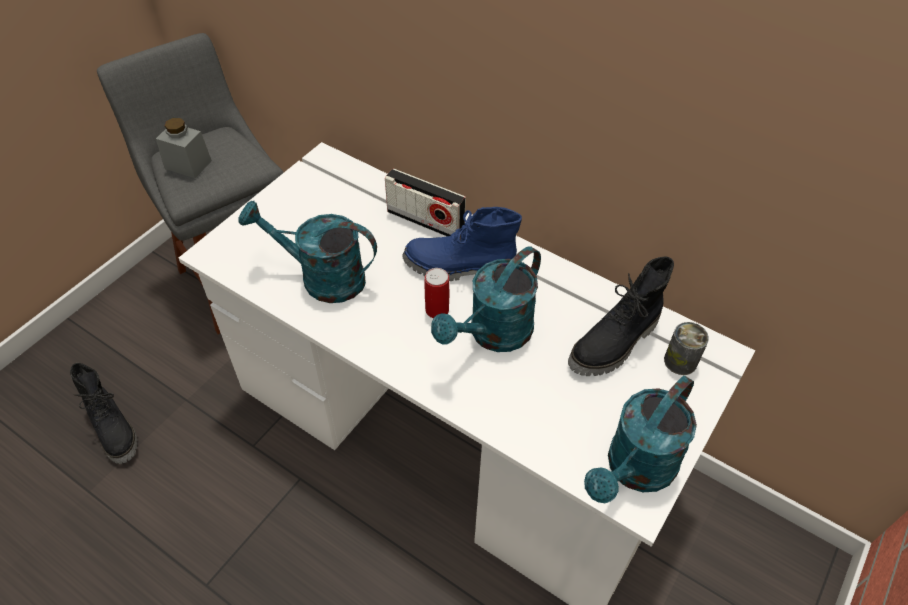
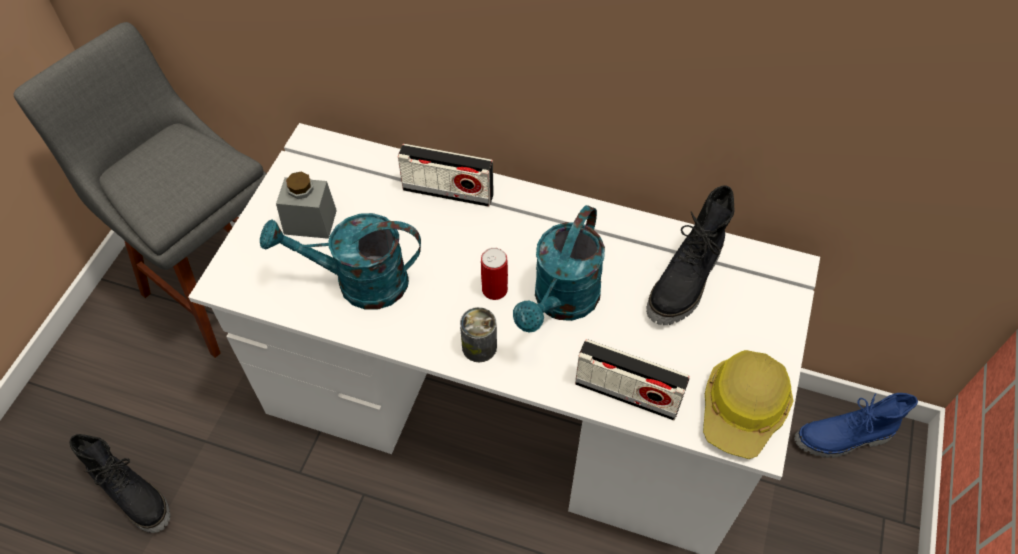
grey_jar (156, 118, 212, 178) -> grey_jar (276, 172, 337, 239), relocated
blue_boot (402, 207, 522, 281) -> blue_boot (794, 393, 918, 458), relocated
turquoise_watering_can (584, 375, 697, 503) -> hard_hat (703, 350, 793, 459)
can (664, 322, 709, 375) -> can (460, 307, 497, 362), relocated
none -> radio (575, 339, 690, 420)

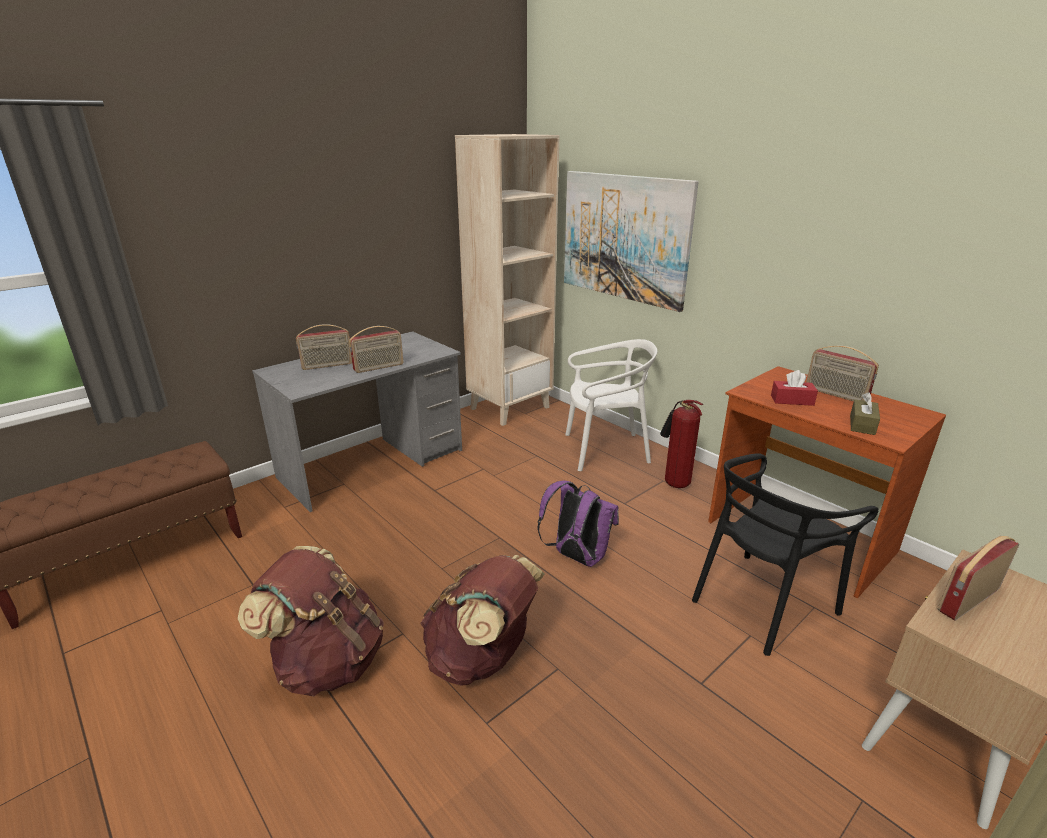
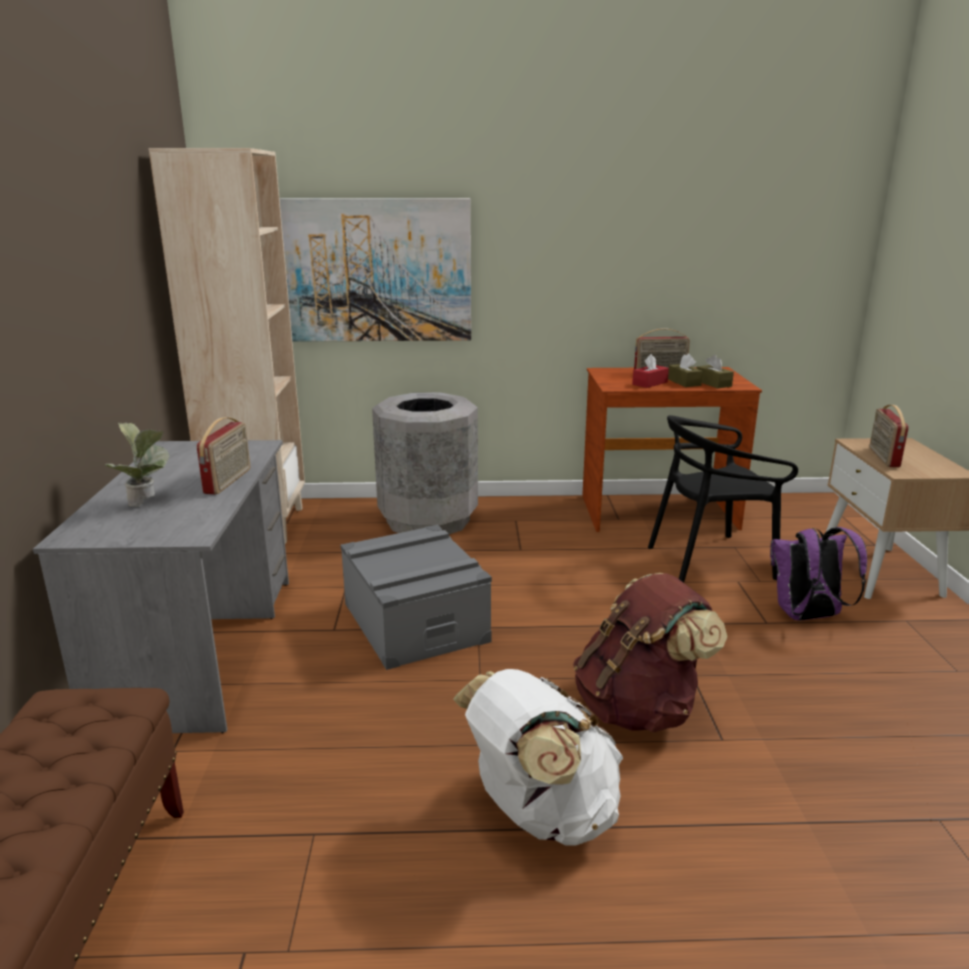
brown_backpack (238, 546, 384, 697) -> white_backpack (453, 669, 623, 846)
radio (296, 324, 352, 370) -> potted_plant (105, 422, 169, 507)
purple_backpack (537, 480, 619, 567) -> purple_backpack (770, 527, 867, 621), relocated
white_chair (565, 339, 657, 471) -> grey_trash_can (372, 393, 478, 534)
fire_extinguisher (660, 400, 703, 488) -> none
black_chair (692, 453, 879, 656) -> black_chair (648, 415, 798, 583), 75 degrees clockwise
none -> grey_storage_box (340, 525, 492, 670)
none -> brown_tissue_box (668, 354, 703, 387)

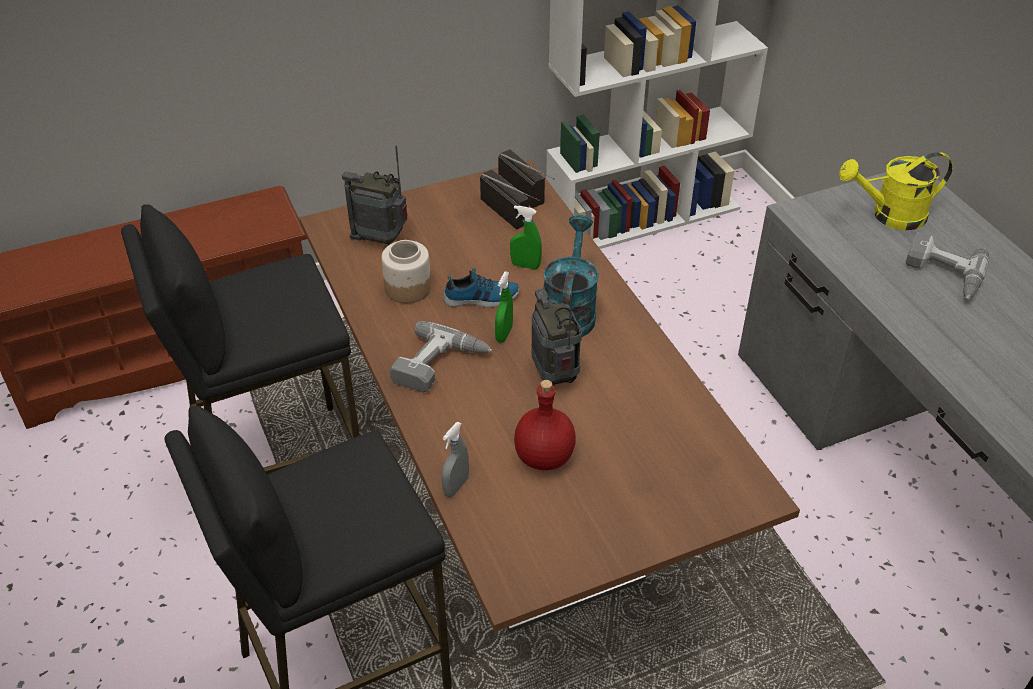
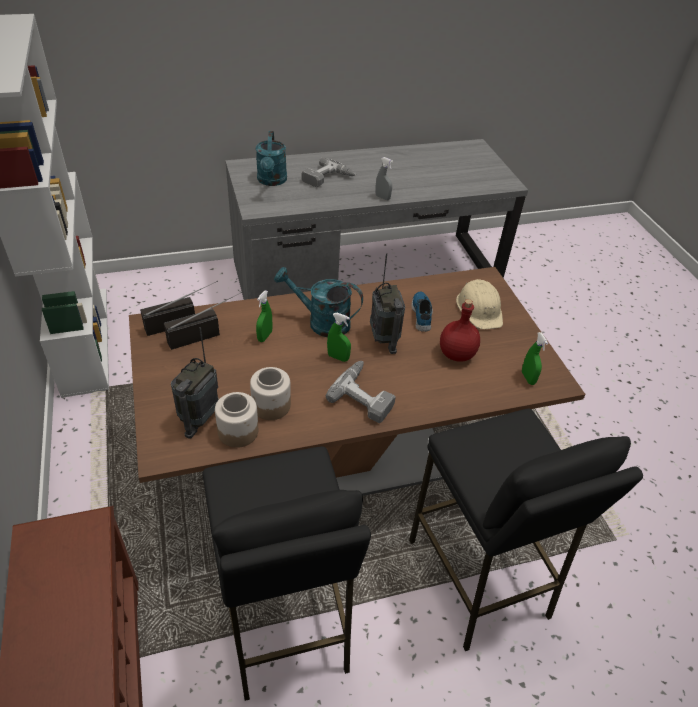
grey_spray_bottle (441, 422, 469, 497) -> grey_spray_bottle (376, 157, 393, 200), relocated
shoe (443, 268, 519, 308) -> shoe (412, 292, 433, 332), relocated
radio (531, 289, 582, 385) -> radio (370, 253, 405, 354), 90 degrees counterclockwise
yellow_watering_can (839, 152, 953, 230) -> turquoise_watering_can (256, 131, 287, 186)
none -> jar (215, 392, 258, 448)
none -> beige_hard_hat (456, 279, 503, 329)
none -> green_spray_bottle (522, 332, 548, 385)

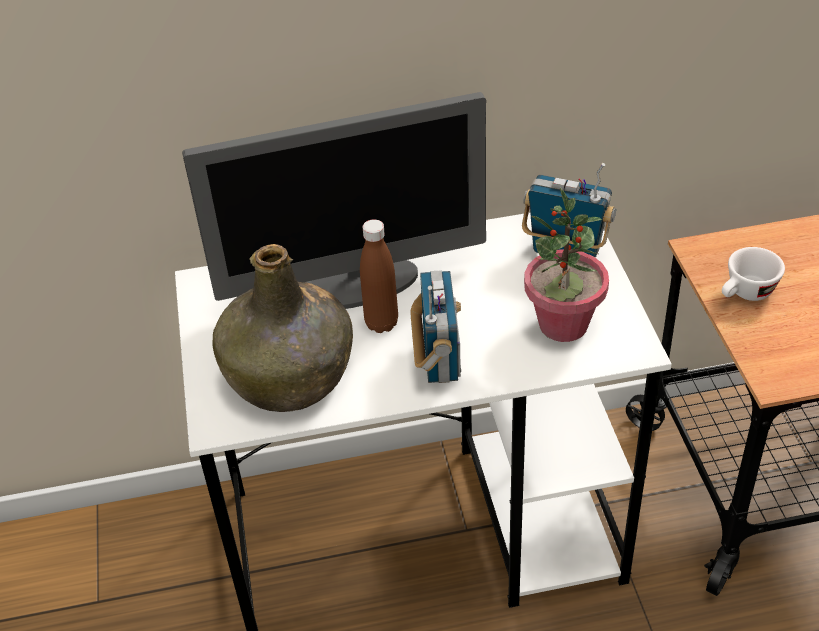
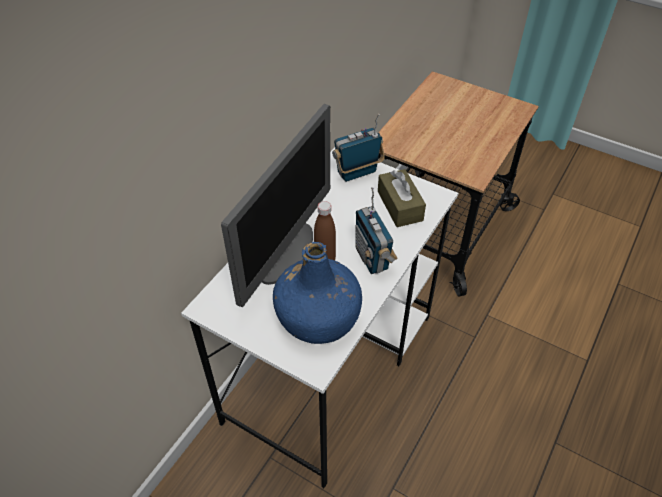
green_bottle (212, 244, 353, 412) -> blue_bottle (273, 242, 362, 344)
radio (410, 270, 461, 383) -> radio (356, 187, 397, 274), 150 degrees counterclockwise
potted_plant (524, 188, 609, 342) -> brown_tissue_box (378, 169, 426, 227)
white_cup (722, 247, 785, 301) -> none

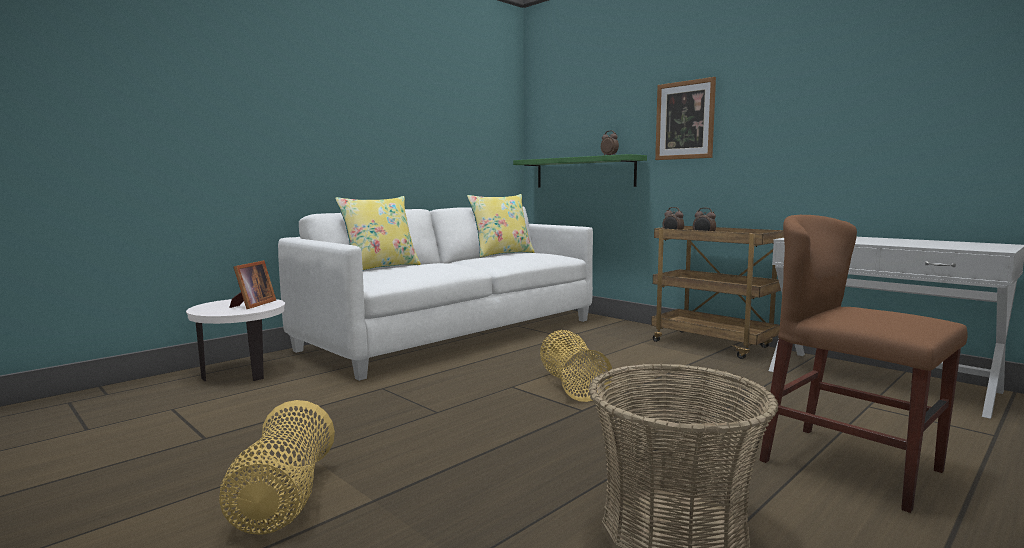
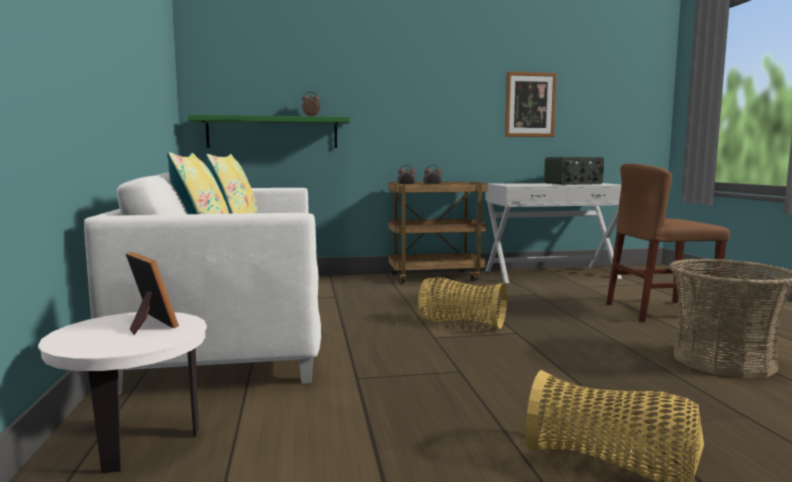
picture (655, 77, 716, 160) -> picture (505, 72, 557, 137), relocated
none -> radio (544, 157, 604, 185)

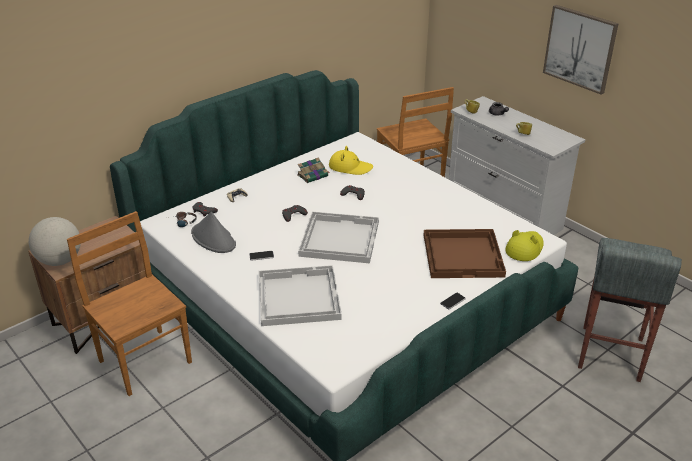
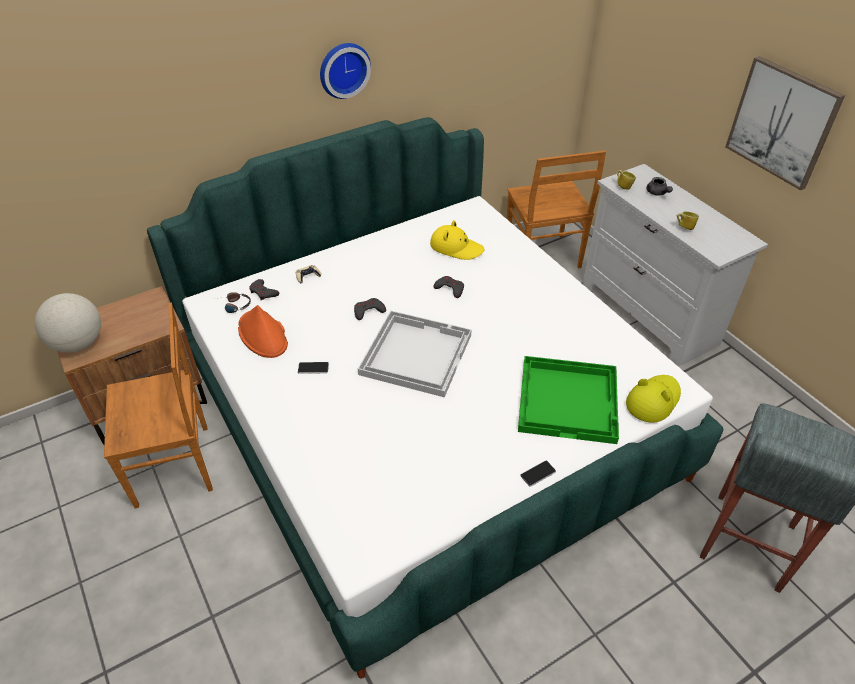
brown_chair (67, 211, 192, 396) -> brown_chair (104, 303, 213, 508), 105 degrees clockwise
grey_hat (191, 212, 236, 253) -> orange_hat (238, 305, 288, 358)
white_tray (258, 265, 341, 326) -> none
book (297, 157, 330, 183) -> none
brown_tray (424, 229, 506, 278) -> green_tray (518, 356, 619, 444)
none -> wall_clock (320, 43, 371, 99)

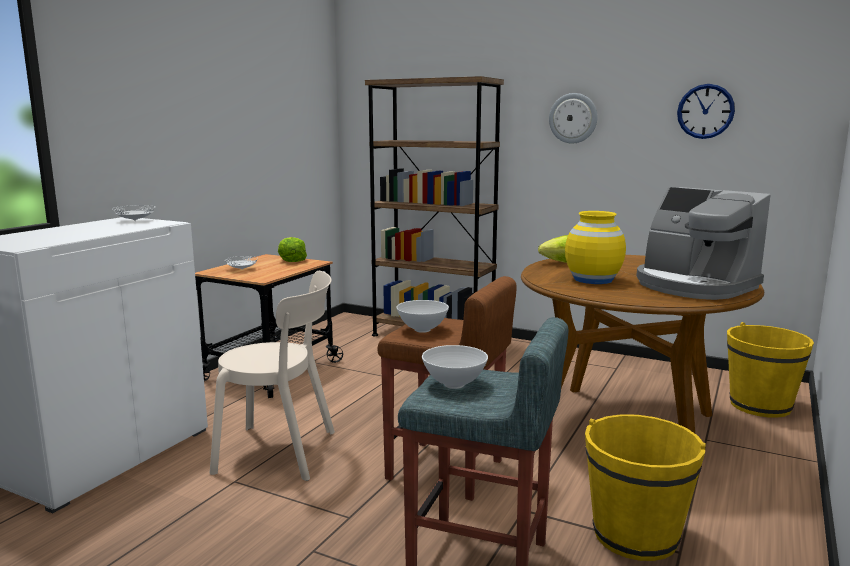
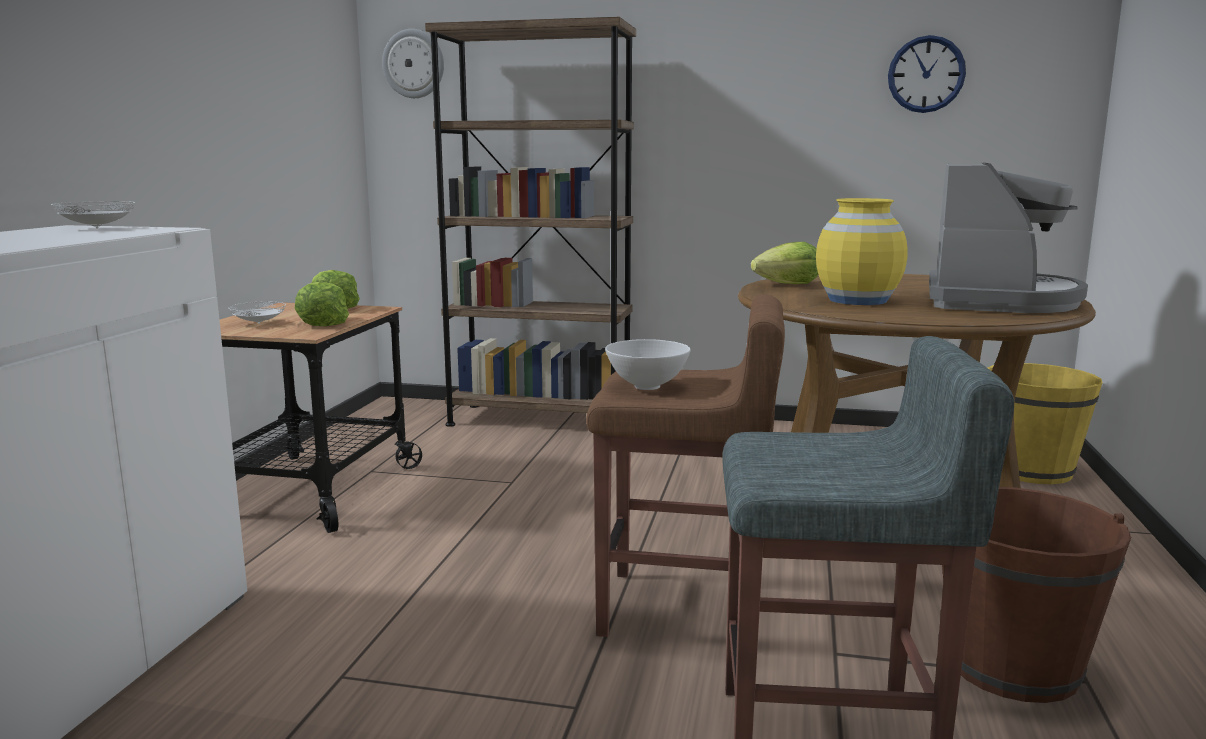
beige_chair (210, 271, 335, 481) -> none
white_bowl (422, 345, 488, 389) -> none
wall_clock (549, 93, 598, 144) -> wall_clock (382, 29, 444, 98), relocated
yellow_bucket (585, 414, 705, 561) -> brown_bucket (942, 487, 1131, 703)
coffee_machine (636, 187, 770, 300) -> coffee_machine (929, 163, 1088, 313), 105 degrees counterclockwise
none -> lettuce (295, 282, 349, 326)

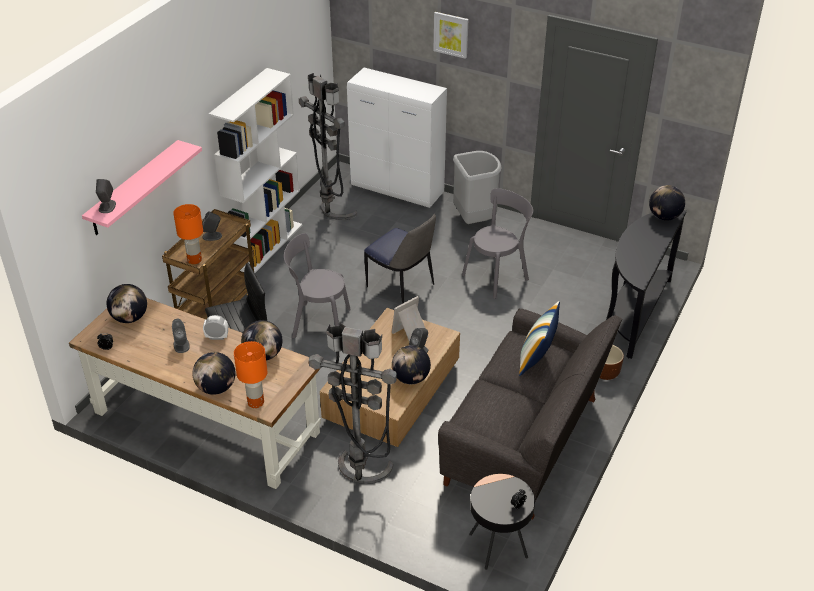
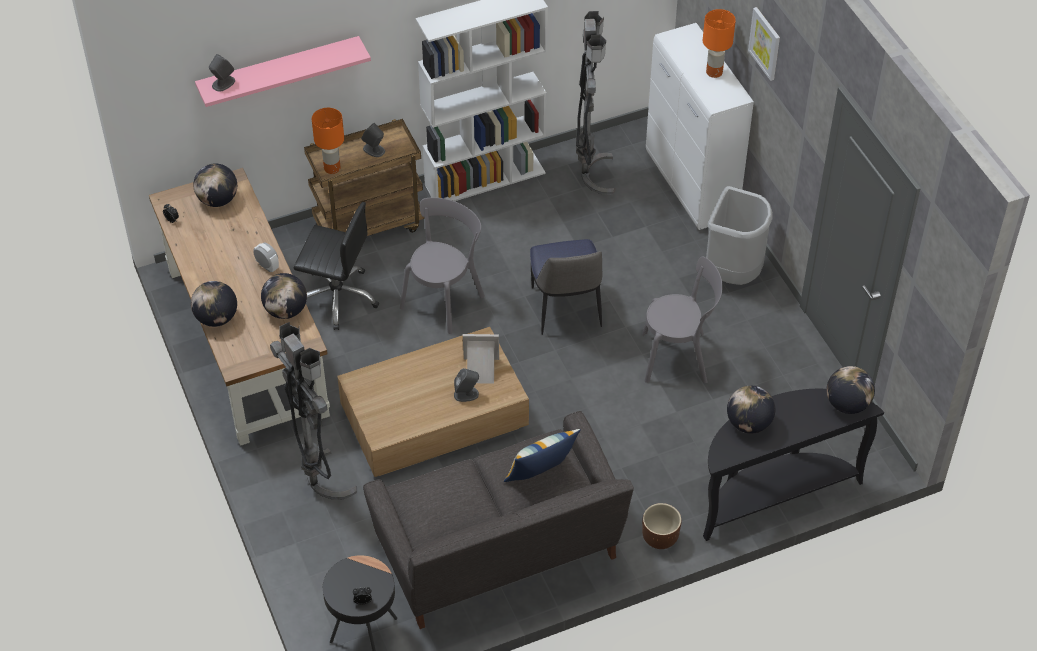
grey_speaker (172, 319, 190, 353) -> none
orange_table_lamp (234, 341, 268, 408) -> orange_table_lamp (703, 9, 736, 78), relocated
grey_chair (284, 233, 351, 338) -> grey_chair (400, 197, 485, 334), 75 degrees clockwise
globe (392, 345, 431, 384) -> globe (727, 385, 775, 434), relocated

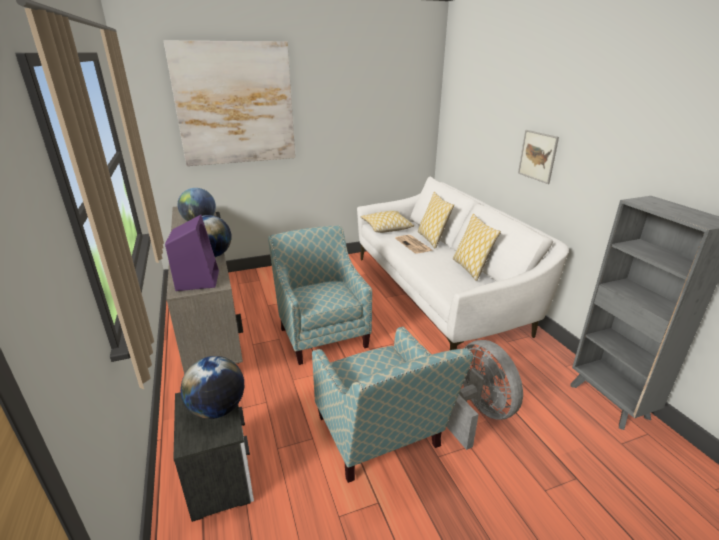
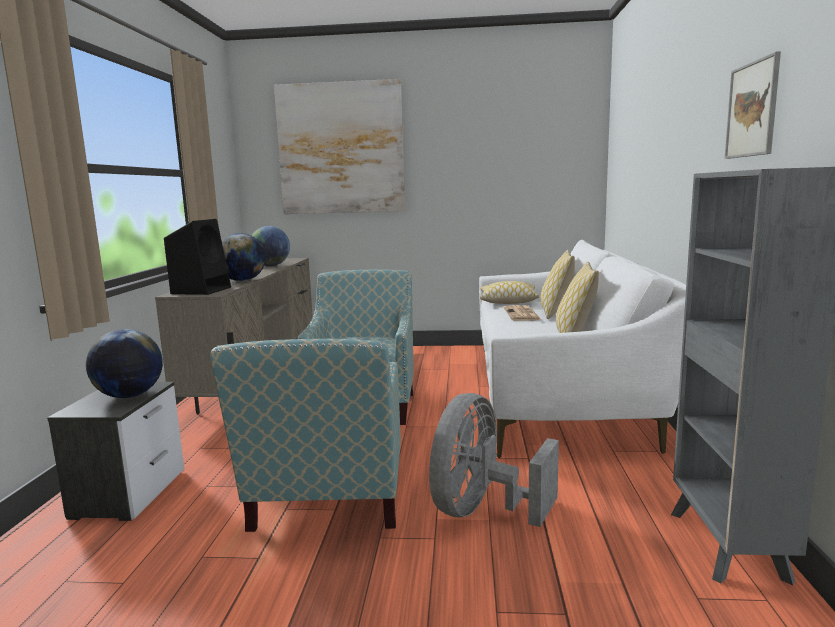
purple_speaker (165, 215, 219, 291) -> black_speaker (164, 219, 231, 295)
grey_fan (447, 340, 523, 450) -> grey_fan (429, 393, 559, 527), 150 degrees counterclockwise
picture (518, 130, 559, 184) -> picture (724, 51, 781, 159), relocated

